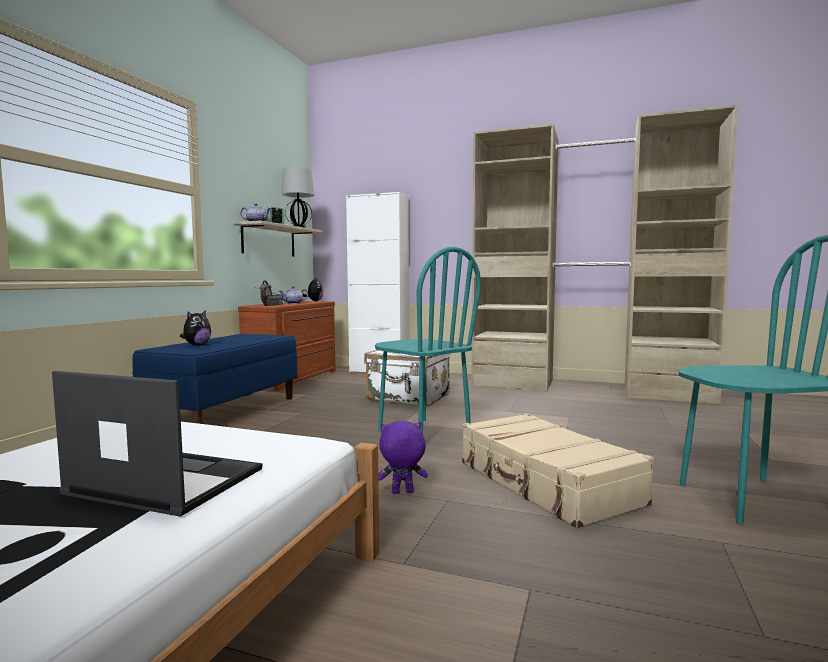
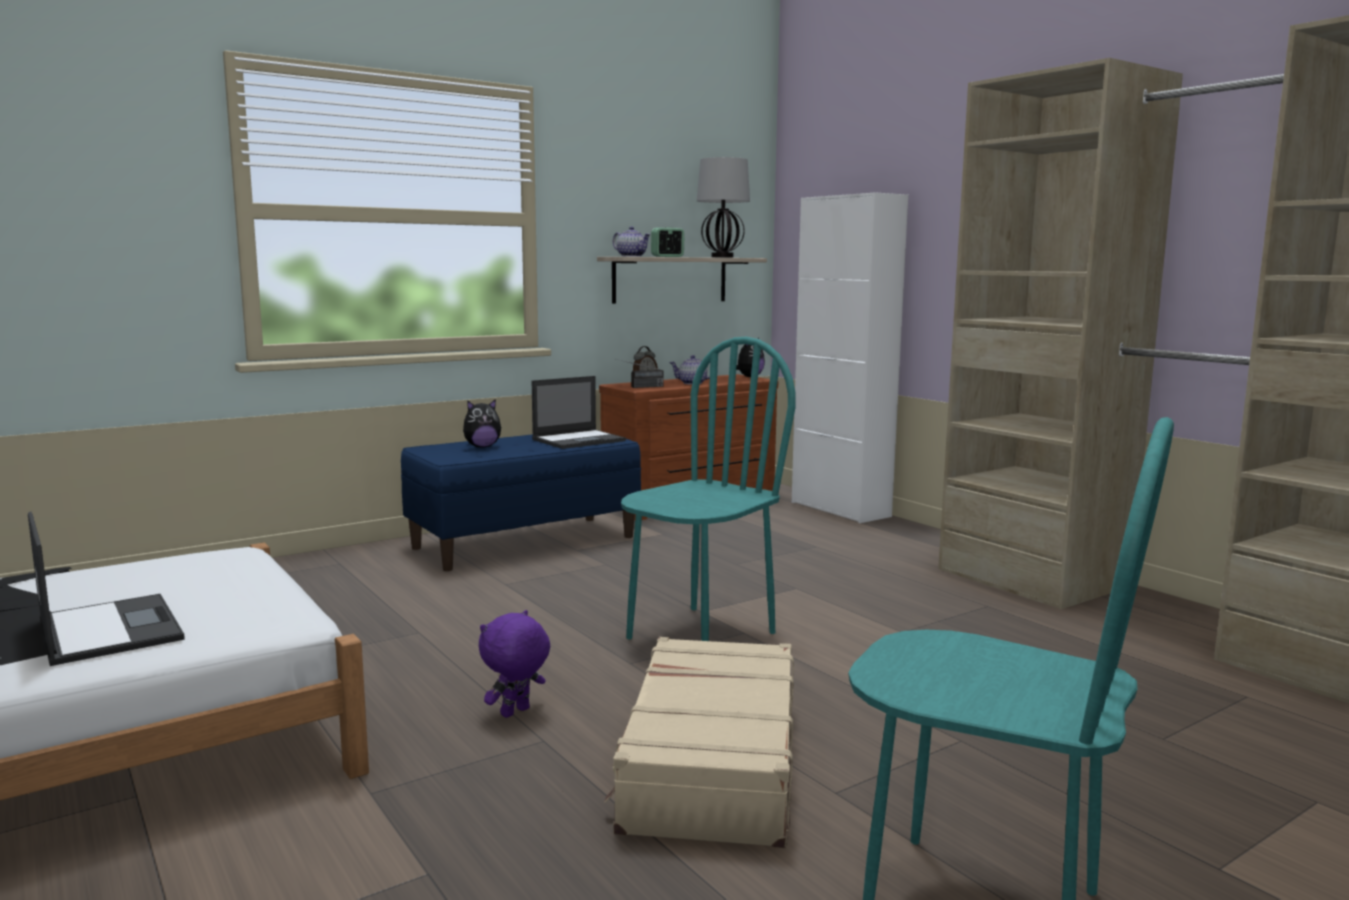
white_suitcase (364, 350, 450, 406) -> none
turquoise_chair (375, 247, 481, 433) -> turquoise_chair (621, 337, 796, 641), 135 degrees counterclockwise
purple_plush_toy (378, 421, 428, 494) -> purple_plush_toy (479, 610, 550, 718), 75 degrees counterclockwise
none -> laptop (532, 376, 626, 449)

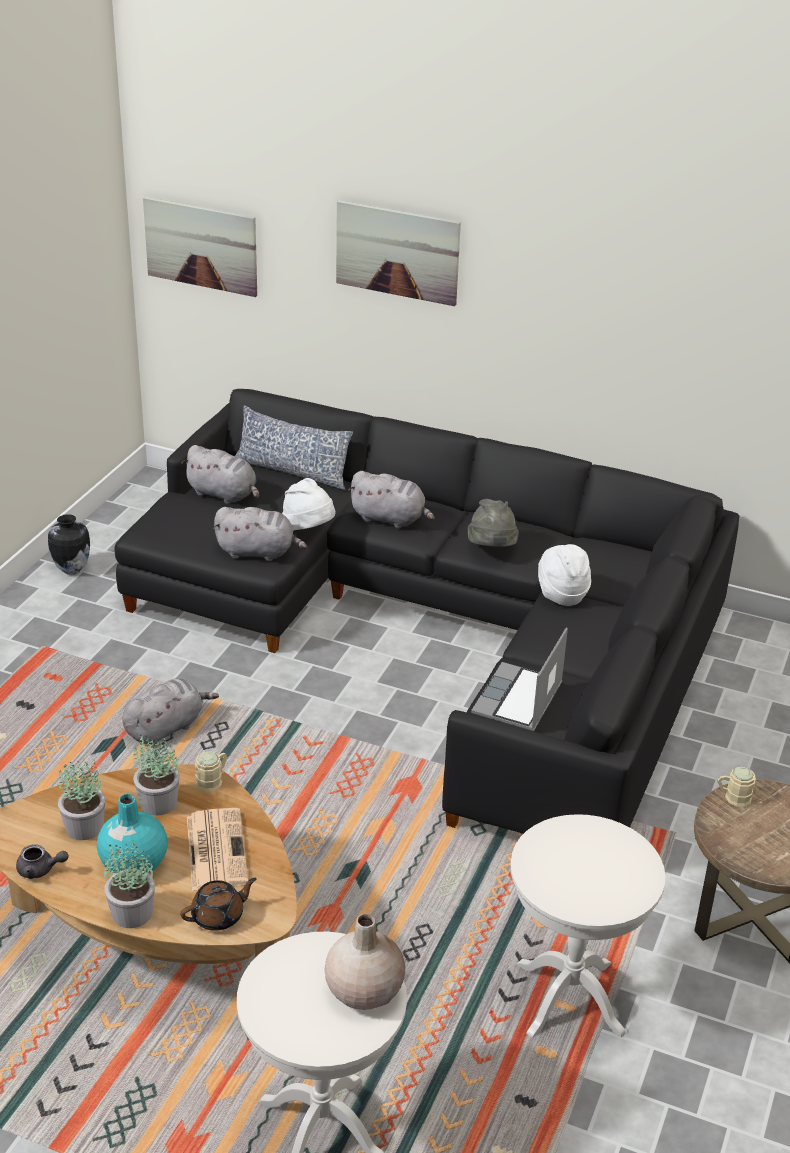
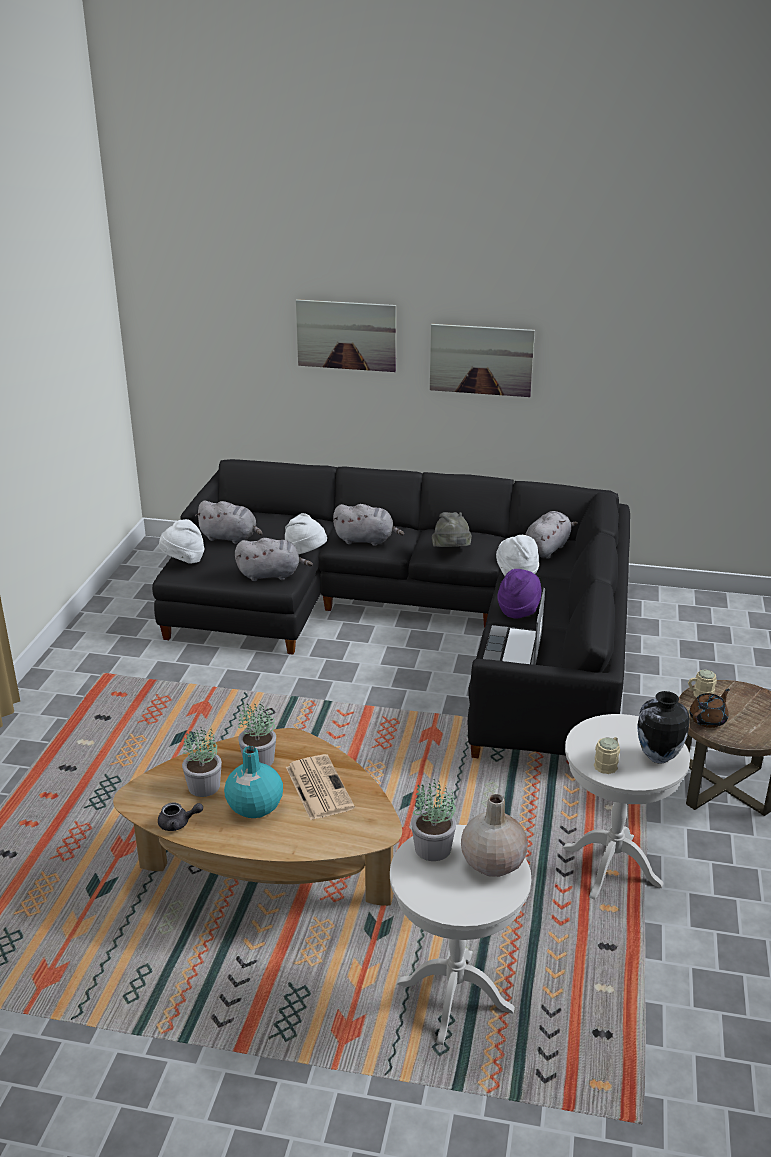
vase (48, 514, 90, 575) -> vase (637, 691, 690, 764), relocated
potted_plant (104, 840, 155, 928) -> potted_plant (411, 779, 456, 861), relocated
grey_plush_toy (122, 678, 219, 746) -> grey_plush_toy (525, 511, 578, 559), relocated
picture (143, 197, 257, 297) -> picture (430, 324, 535, 397), relocated
brown_teapot (180, 878, 257, 931) -> brown_teapot (690, 689, 730, 728), relocated
beige_mug (195, 752, 228, 792) -> beige_mug (594, 737, 620, 774), relocated
pillow (235, 405, 353, 490) -> none
none -> white_hat (159, 519, 204, 564)
none -> purple_hat (497, 569, 541, 618)

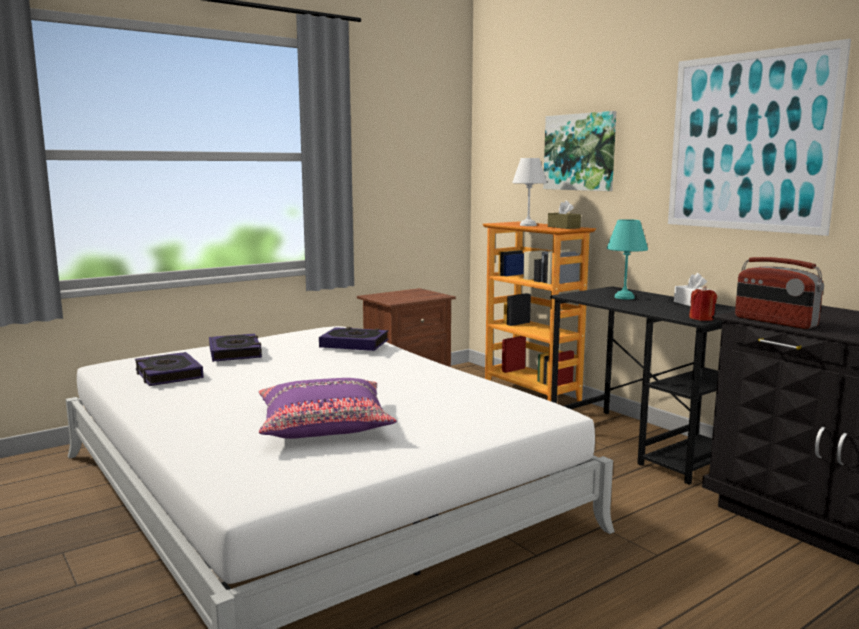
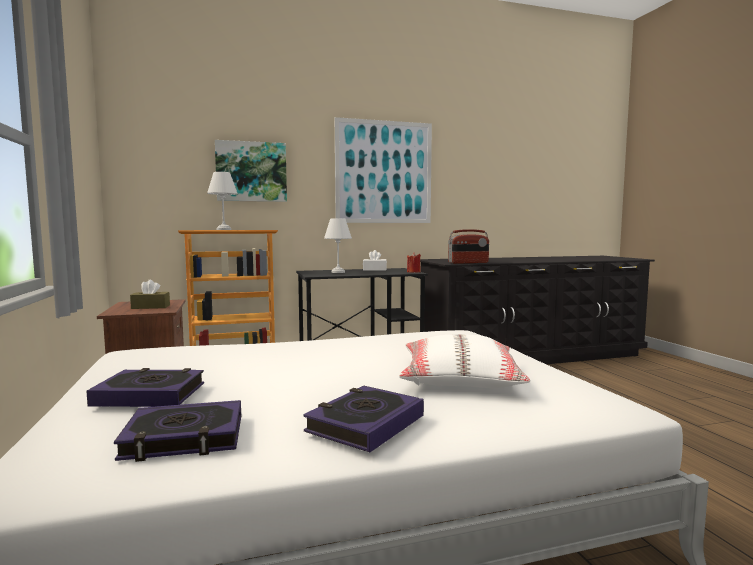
purple_pillow (259, 378, 397, 439) -> white_pillow (399, 334, 530, 388)
book (319, 327, 388, 351) -> book (303, 386, 424, 452), relocated
brown_tissue_box (548, 200, 581, 229) -> brown_tissue_box (130, 280, 170, 309), relocated
turquoise_table_lamp (607, 219, 648, 299) -> white_table_lamp (324, 218, 352, 273)

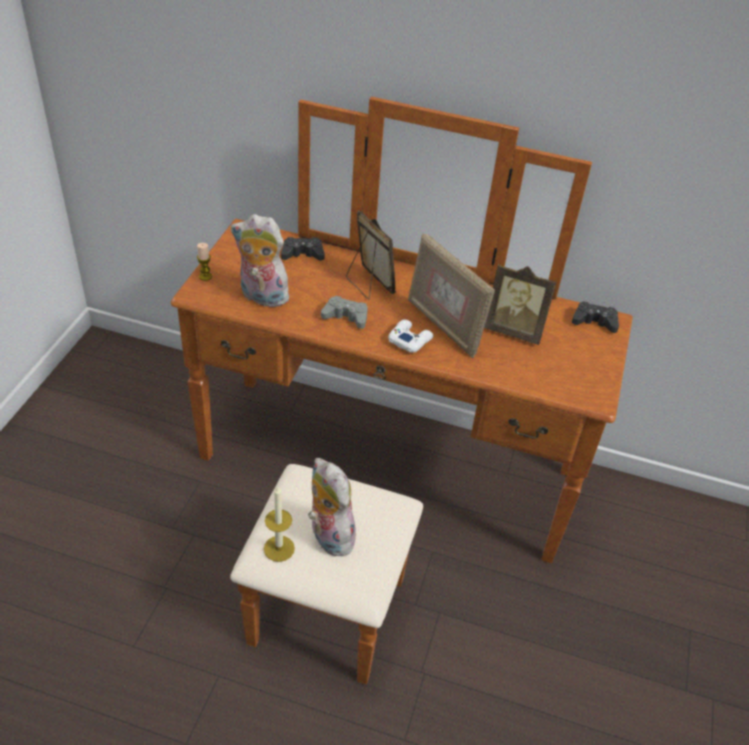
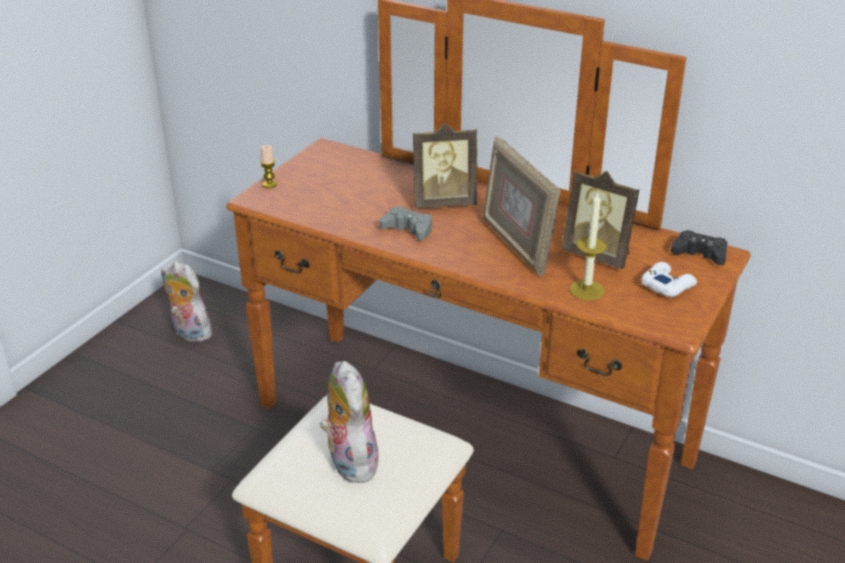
plush_toy (231, 214, 289, 307) -> plush_toy (161, 261, 217, 342), relocated
candle (264, 487, 295, 562) -> candle (570, 191, 607, 300), relocated
black_game_controller (281, 237, 325, 261) -> none
picture_frame (346, 211, 396, 300) -> picture_frame (413, 123, 477, 209), 105 degrees clockwise
white_game_controller (388, 319, 434, 353) -> white_game_controller (641, 262, 697, 297), relocated

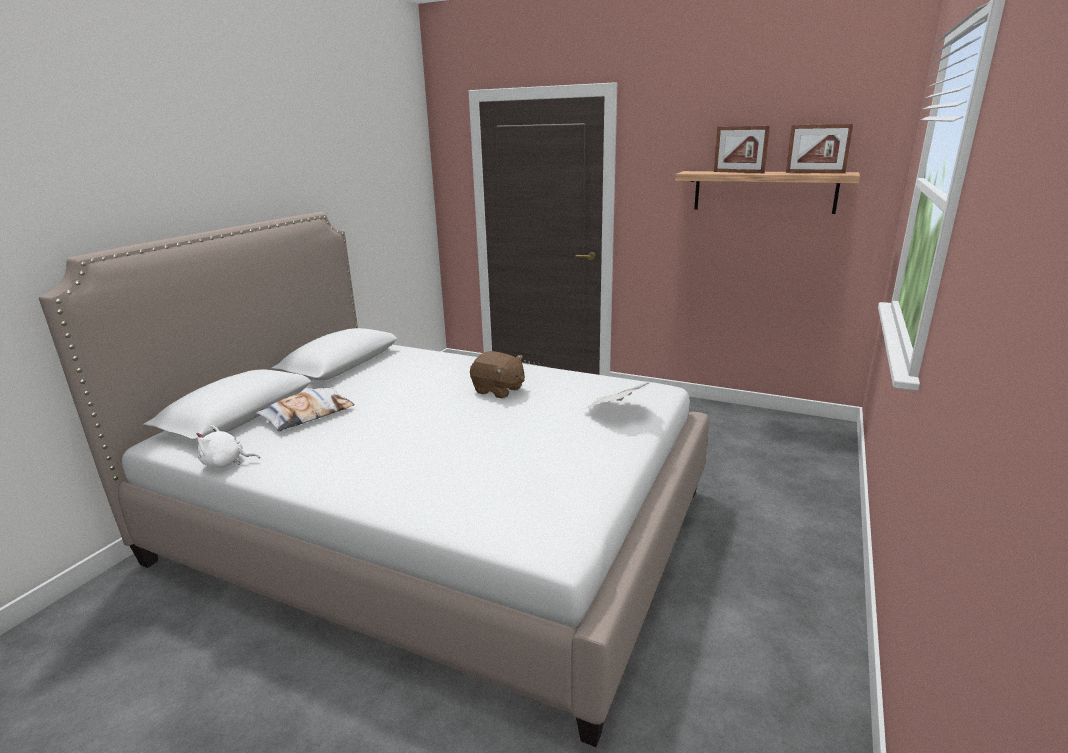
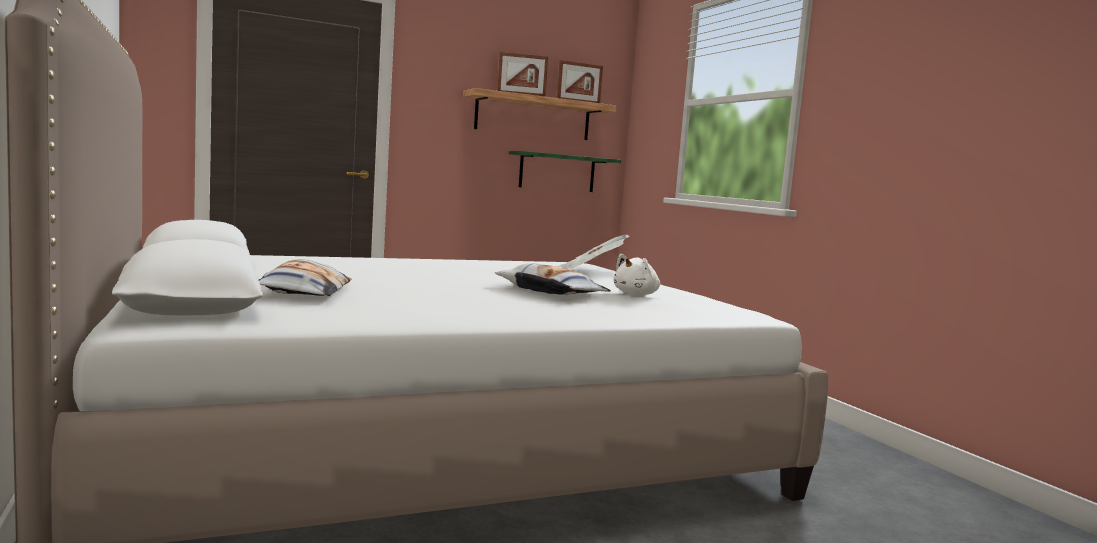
white_plush_toy (196, 425, 260, 468) -> white_plush_toy (613, 254, 660, 295), relocated
brown_plush_toy (470, 351, 525, 399) -> none
none -> pillow (495, 263, 611, 295)
none -> green_shelf (509, 151, 621, 192)

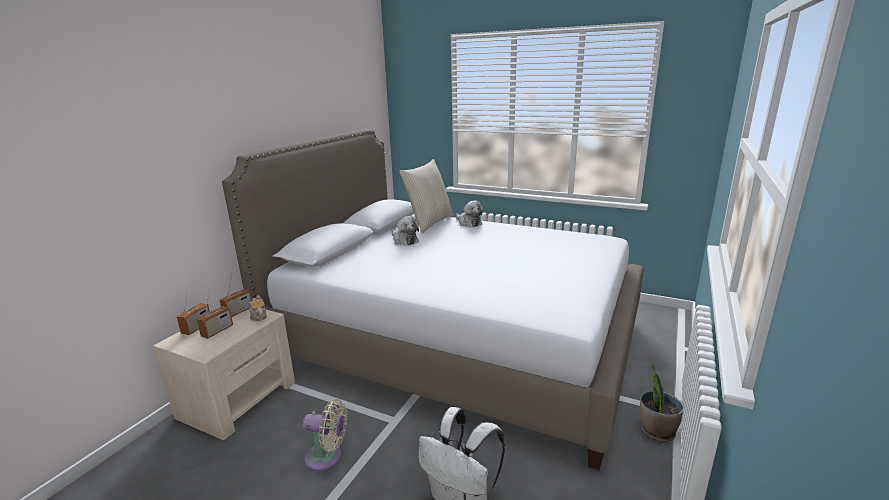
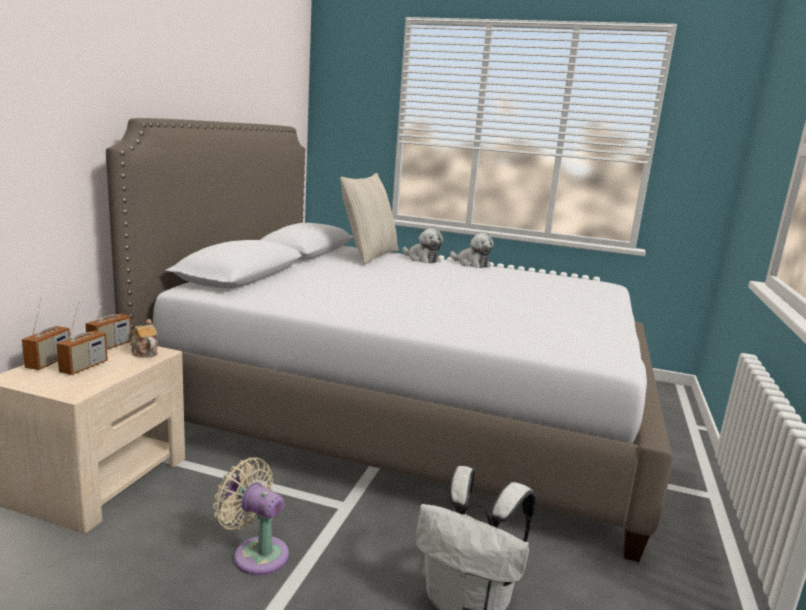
beige_fan (302, 399, 347, 471) -> beige_fan (213, 457, 289, 575), 150 degrees counterclockwise
plush_toy (391, 216, 419, 246) -> plush_toy (450, 233, 494, 268), relocated
potted_plant (640, 363, 684, 442) -> none

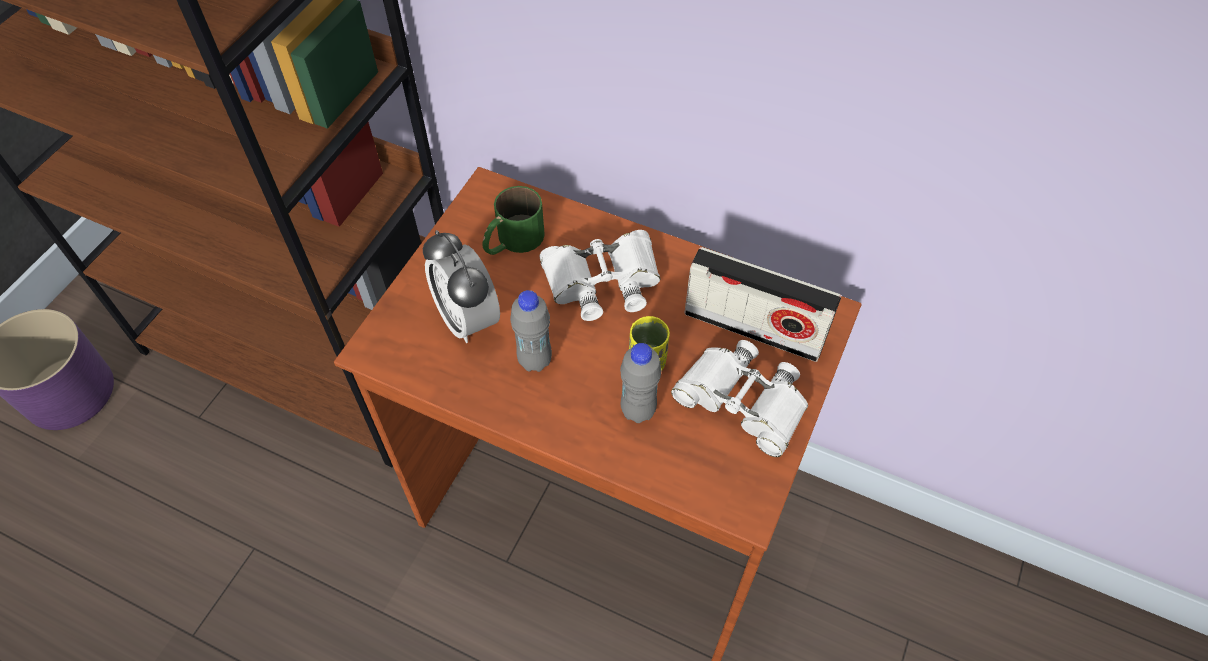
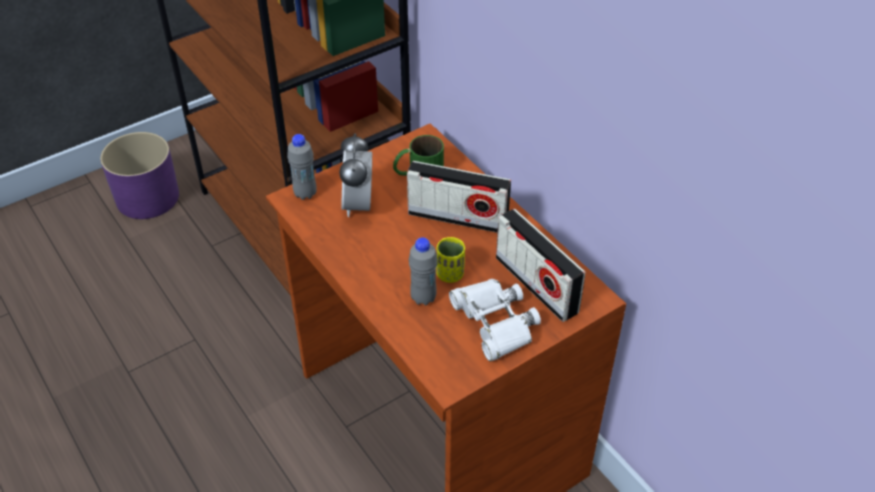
grey_bottle (510, 290, 552, 372) -> grey_bottle (287, 134, 317, 200), relocated
white_binoculars (539, 230, 660, 321) -> radio (407, 161, 511, 233)

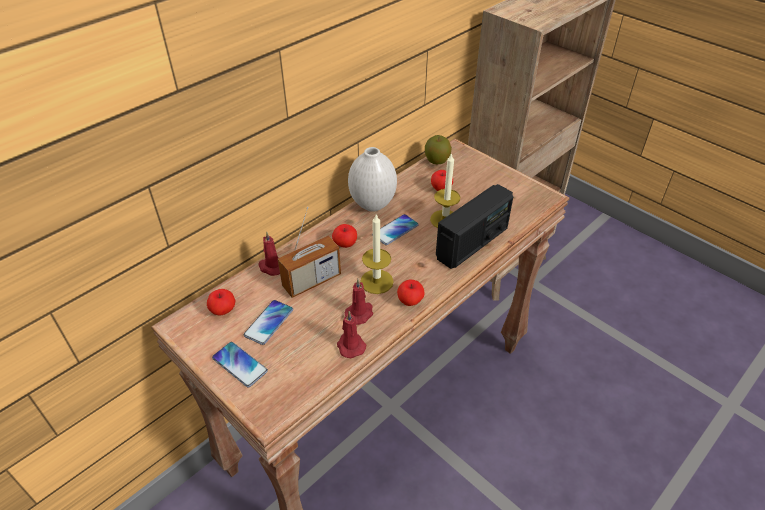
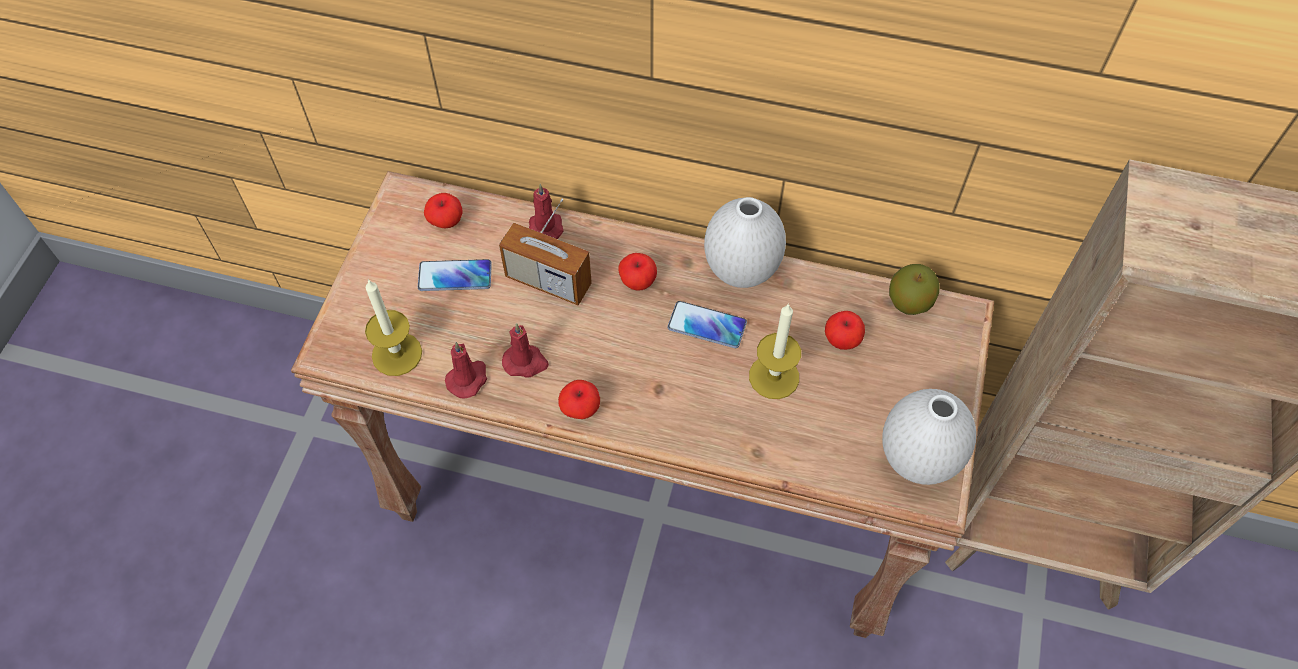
phone (212, 342, 268, 387) -> none
candle (360, 213, 394, 294) -> candle (365, 279, 422, 376), relocated
radio (436, 184, 513, 269) -> none
none -> white_vase (882, 389, 976, 485)

